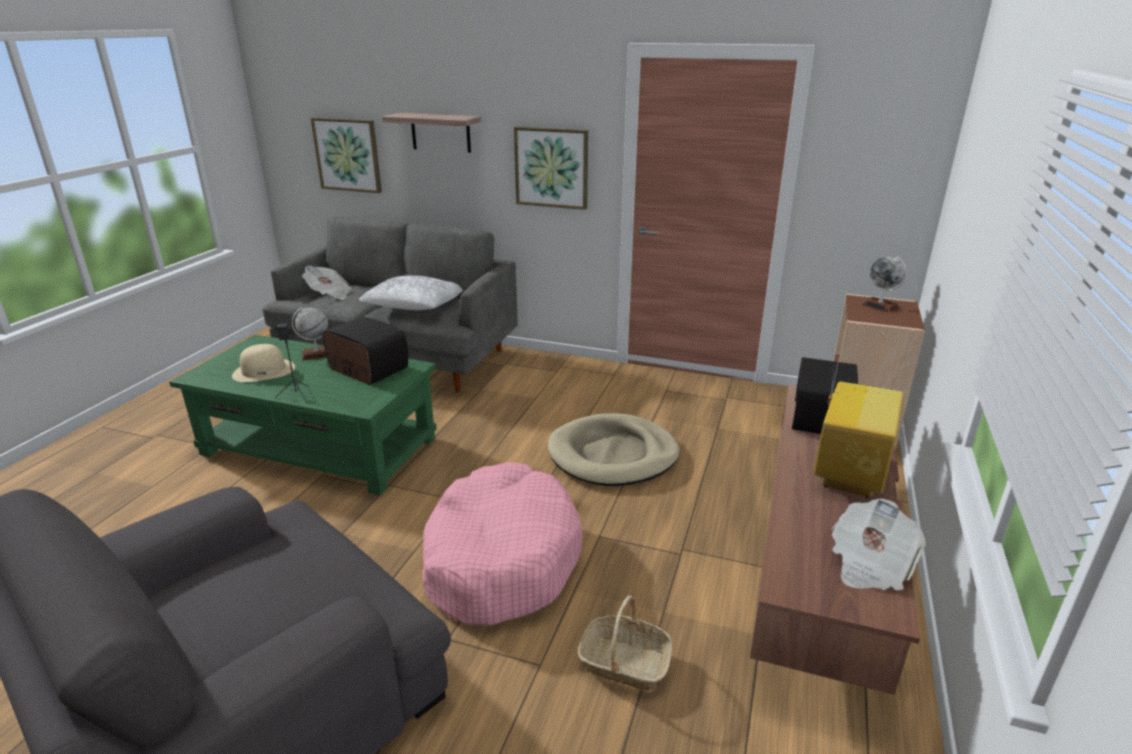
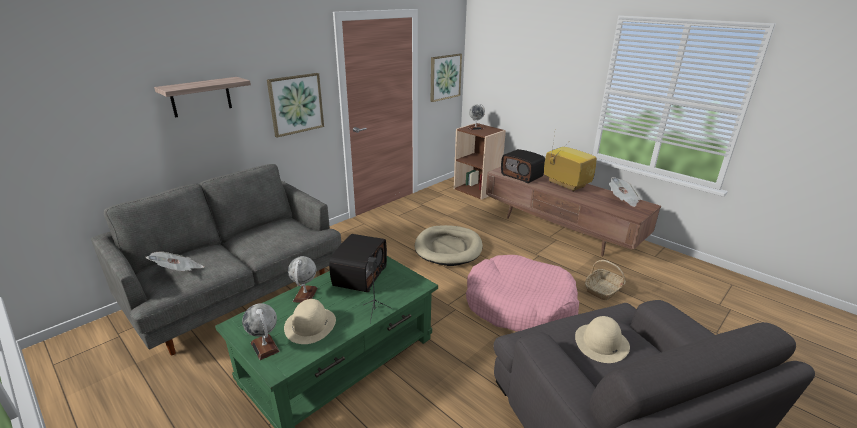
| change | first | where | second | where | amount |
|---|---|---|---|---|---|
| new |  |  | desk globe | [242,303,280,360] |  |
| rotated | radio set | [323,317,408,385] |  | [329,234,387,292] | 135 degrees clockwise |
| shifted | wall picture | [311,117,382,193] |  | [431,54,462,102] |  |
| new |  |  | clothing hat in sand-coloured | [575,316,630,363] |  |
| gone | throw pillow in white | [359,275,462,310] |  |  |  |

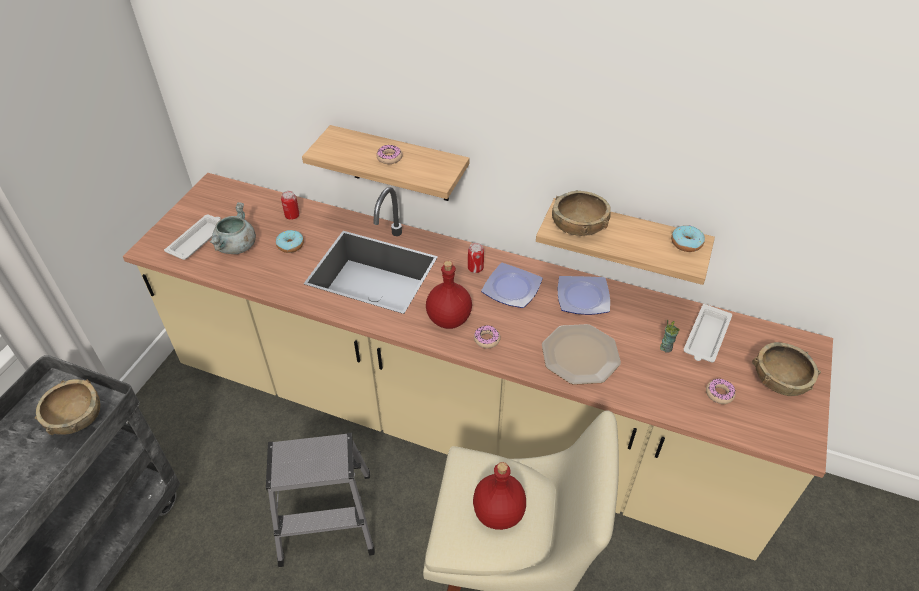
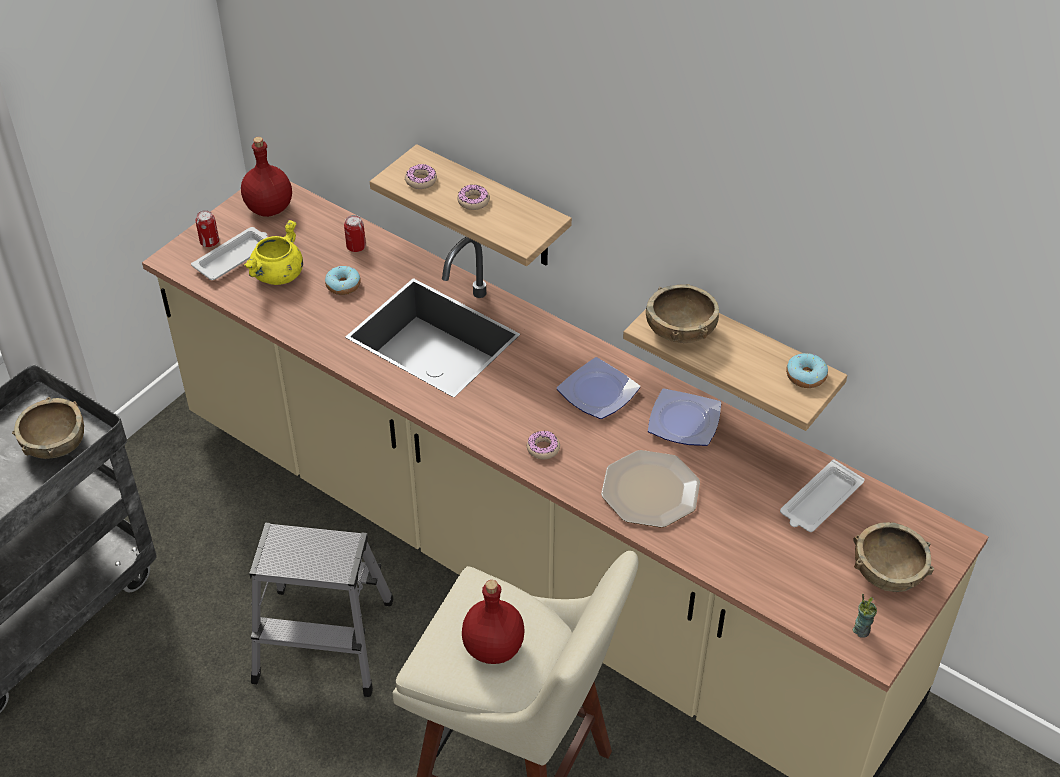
| change | first | where | second | where | amount |
|---|---|---|---|---|---|
| shifted | metal can | [468,243,484,273] |  | [195,210,219,247] |  |
| shifted | beverage bottle in red | [426,261,472,329] |  | [241,137,292,217] |  |
| repainted | stockpot in greyish | [210,202,256,254] | stockpot in yellow | [244,220,303,285] |  |
| shifted | ring doughnut | [706,379,736,404] |  | [405,164,437,189] |  |
| shifted | small cup | [660,320,680,353] |  | [853,594,877,638] |  |

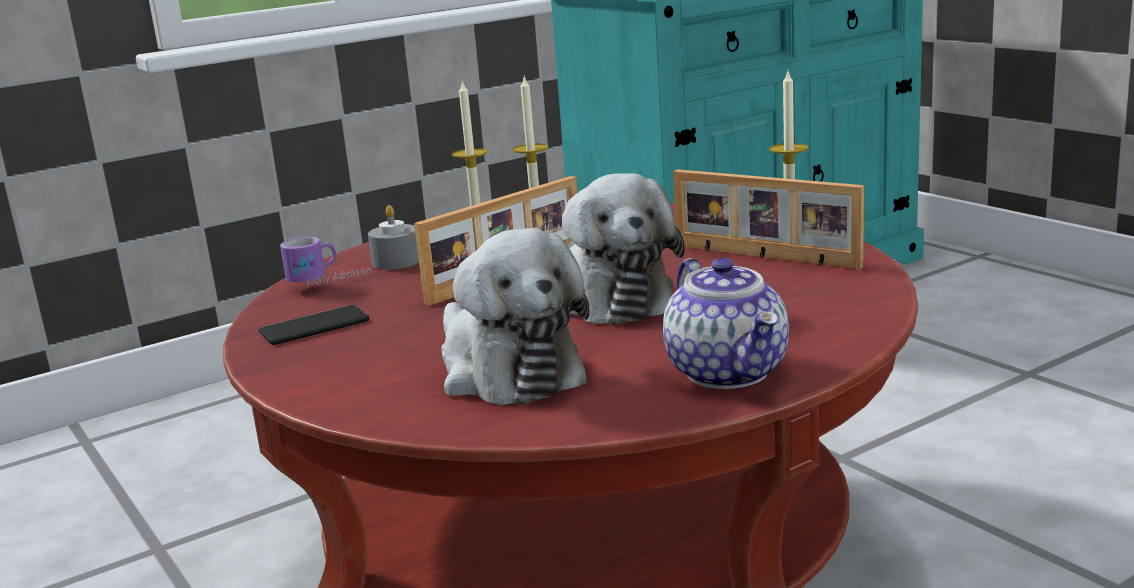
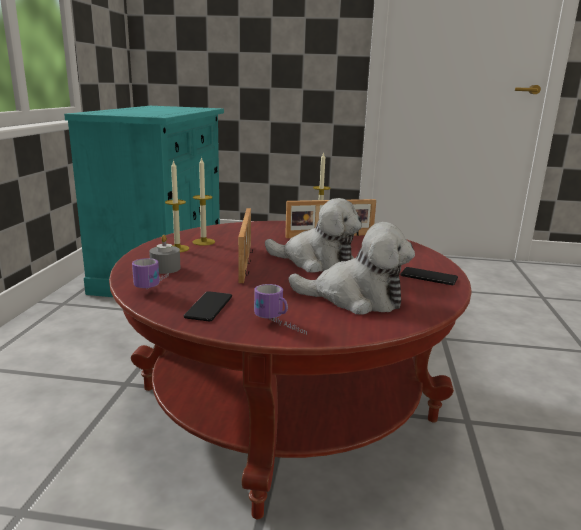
| change | first | where | second | where | amount |
|---|---|---|---|---|---|
| new |  |  | coffee mug | [254,284,307,335] |  |
| swapped | pot for tea | [663,257,789,389] | telephone | [400,267,458,285] |  |

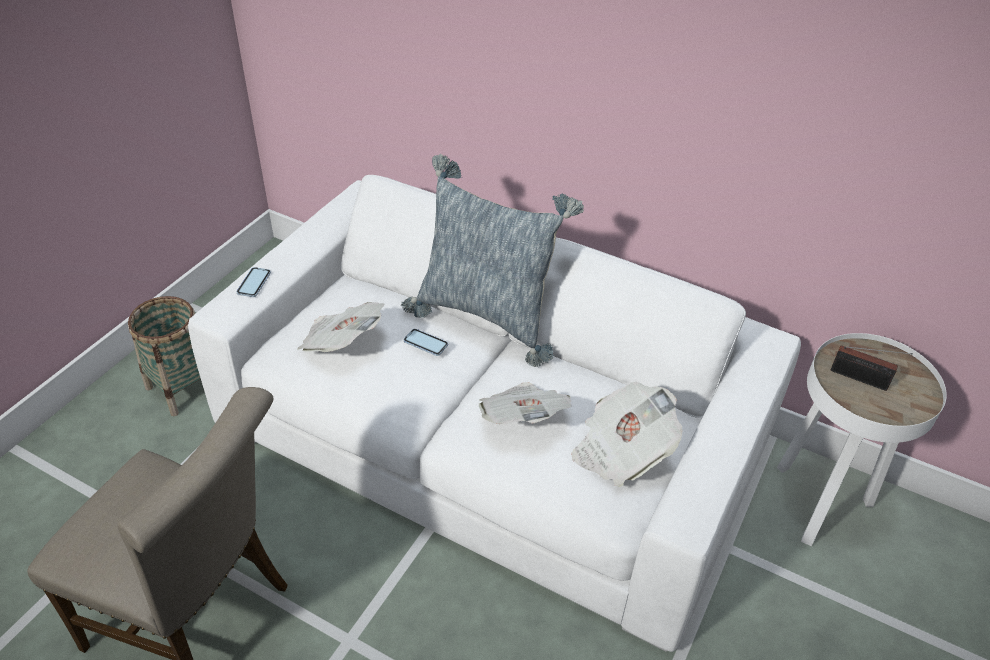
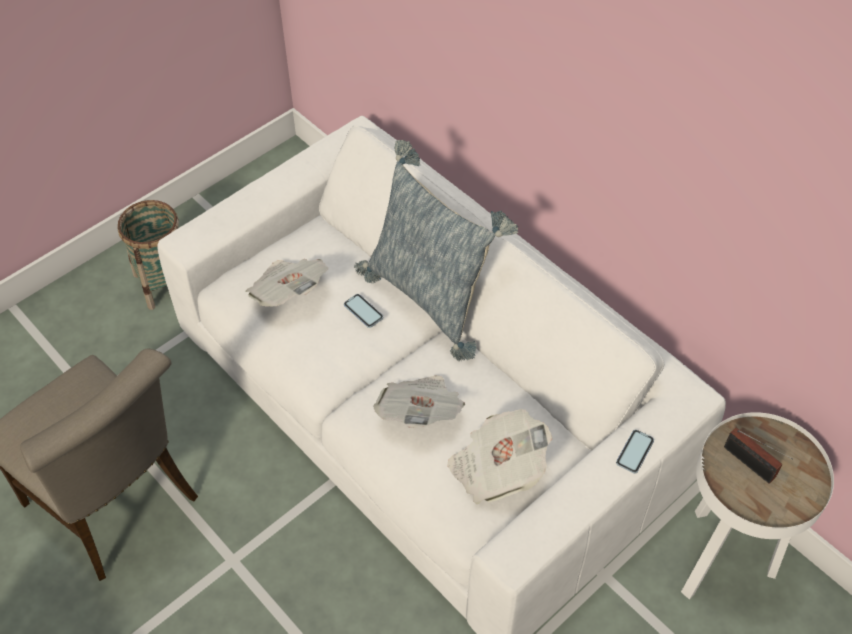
| change | first | where | second | where | amount |
|---|---|---|---|---|---|
| shifted | telephone | [236,267,271,297] |  | [616,430,654,474] |  |

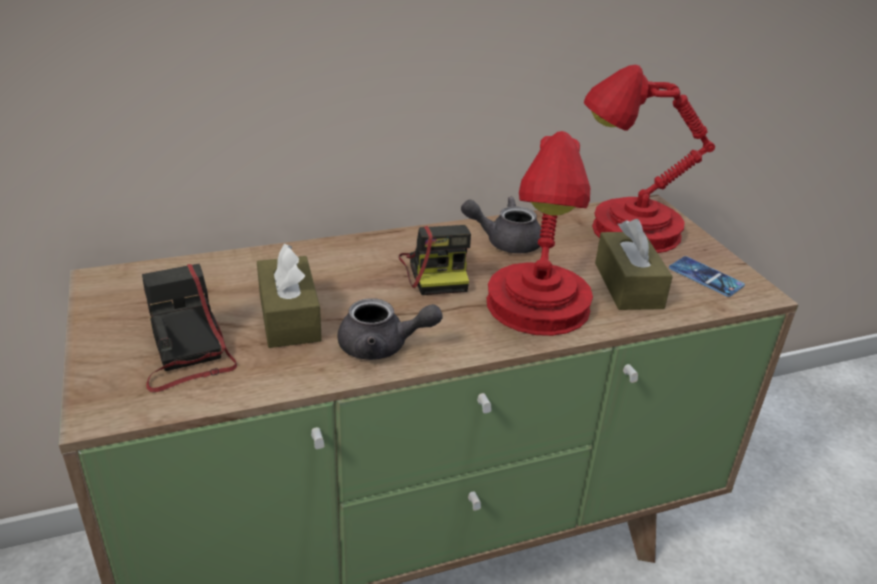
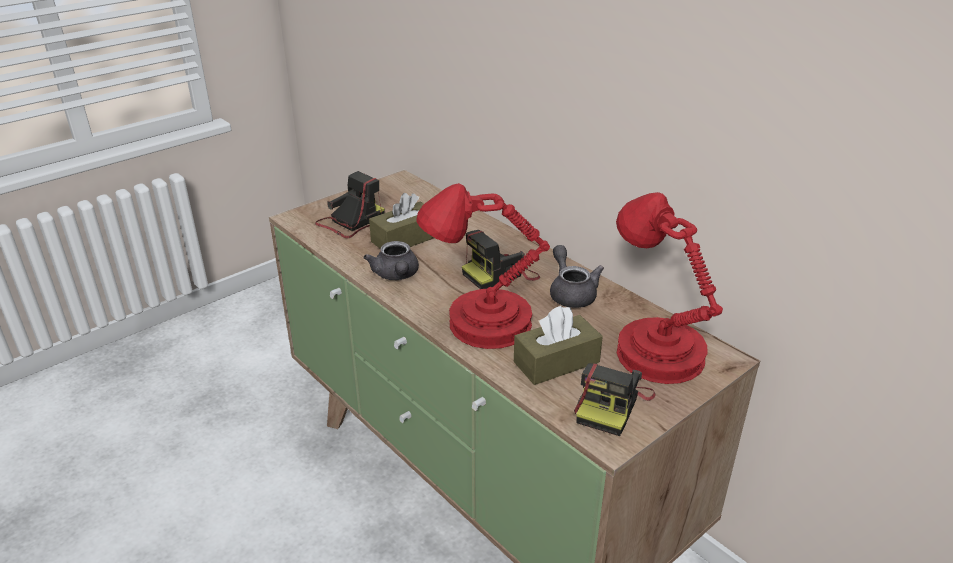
| change | first | where | second | where | amount |
|---|---|---|---|---|---|
| swapped | telephone | [669,256,745,297] | still camera | [574,363,655,436] |  |

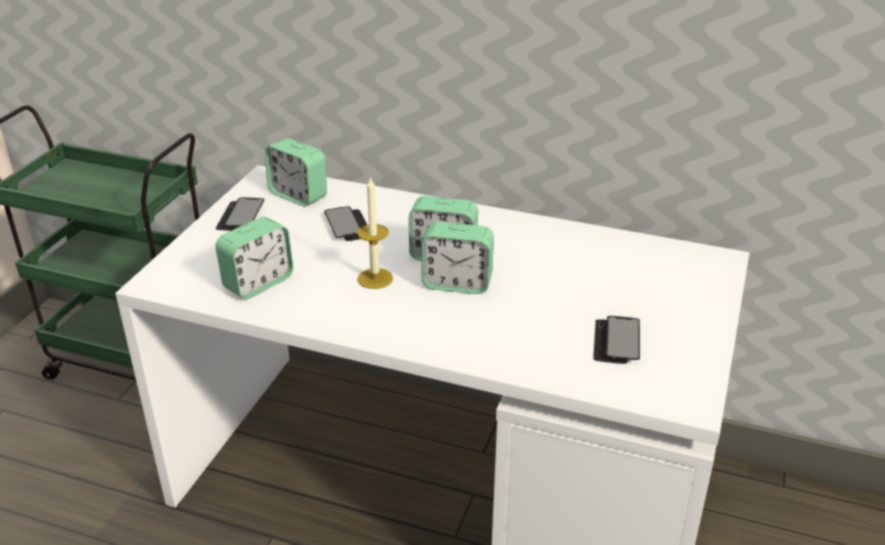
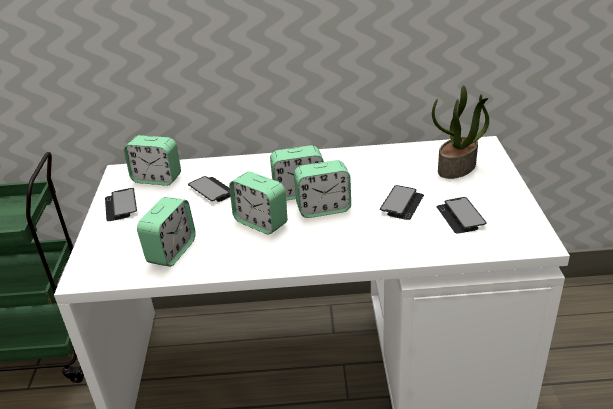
| change | first | where | second | where | amount |
|---|---|---|---|---|---|
| swapped | wax candle | [357,176,393,289] | alarm clock | [229,171,287,235] |  |
| new |  |  | telephone | [380,185,424,220] |  |
| new |  |  | potted plant | [432,85,489,179] |  |

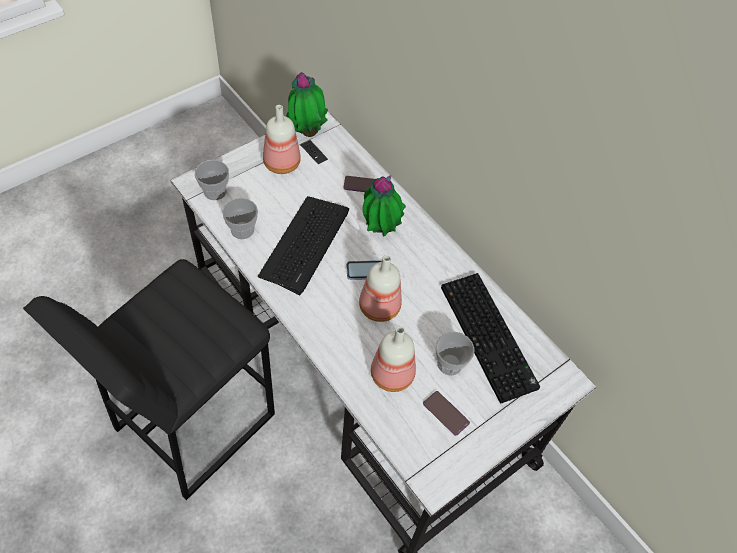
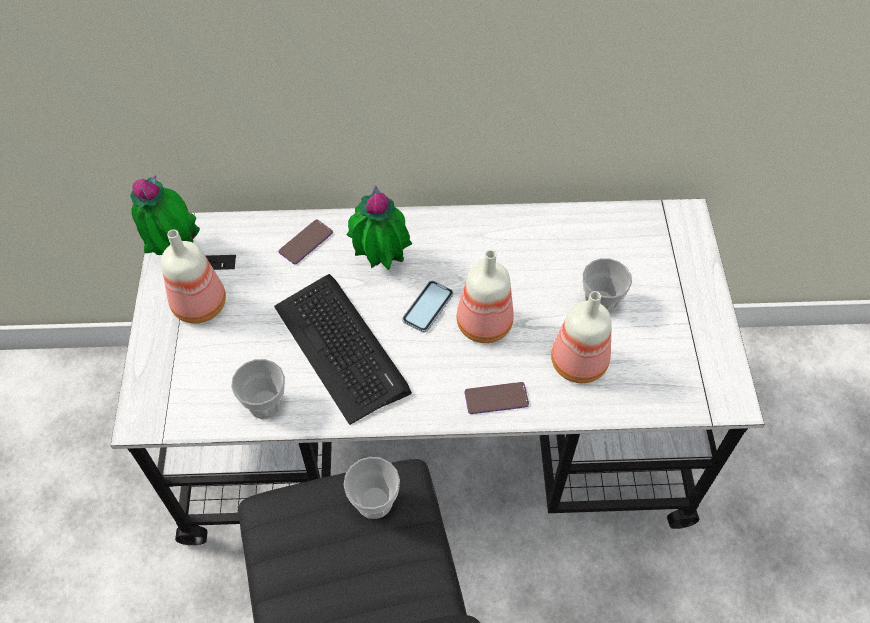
| change | first | where | second | where | amount |
|---|---|---|---|---|---|
| shifted | small cup | [195,160,229,200] |  | [344,457,400,519] |  |
| shifted | telephone | [423,391,470,436] |  | [465,382,529,414] |  |
| gone | computer keyboard | [441,273,540,404] |  |  |  |

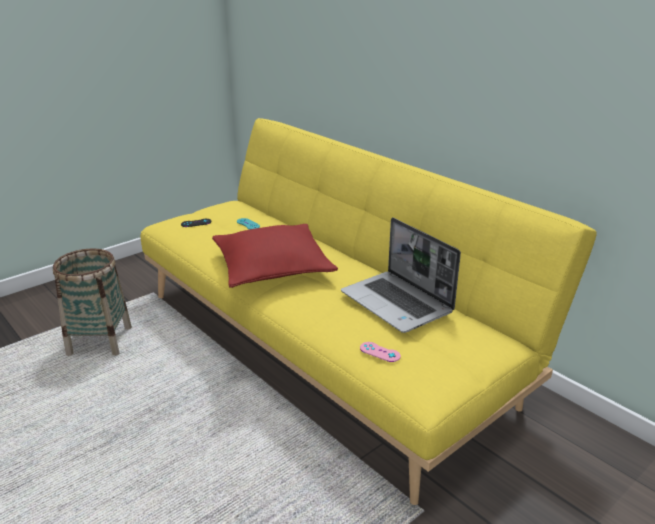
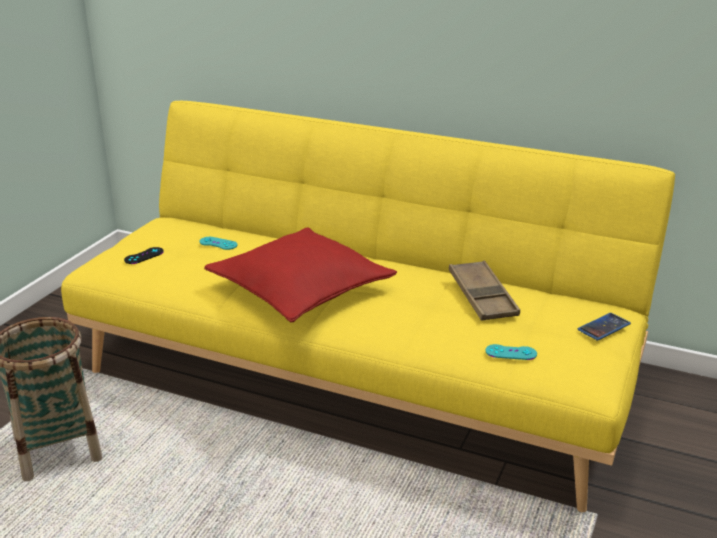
| change | first | where | second | where | amount |
|---|---|---|---|---|---|
| swapped | laptop | [341,217,461,333] | carrying tray in brown | [449,260,520,321] |  |
| repainted | gamepad in pink | [360,342,401,362] | gamepad in blue-green | [485,344,537,360] |  |
| new |  |  | telephone | [578,313,631,341] |  |

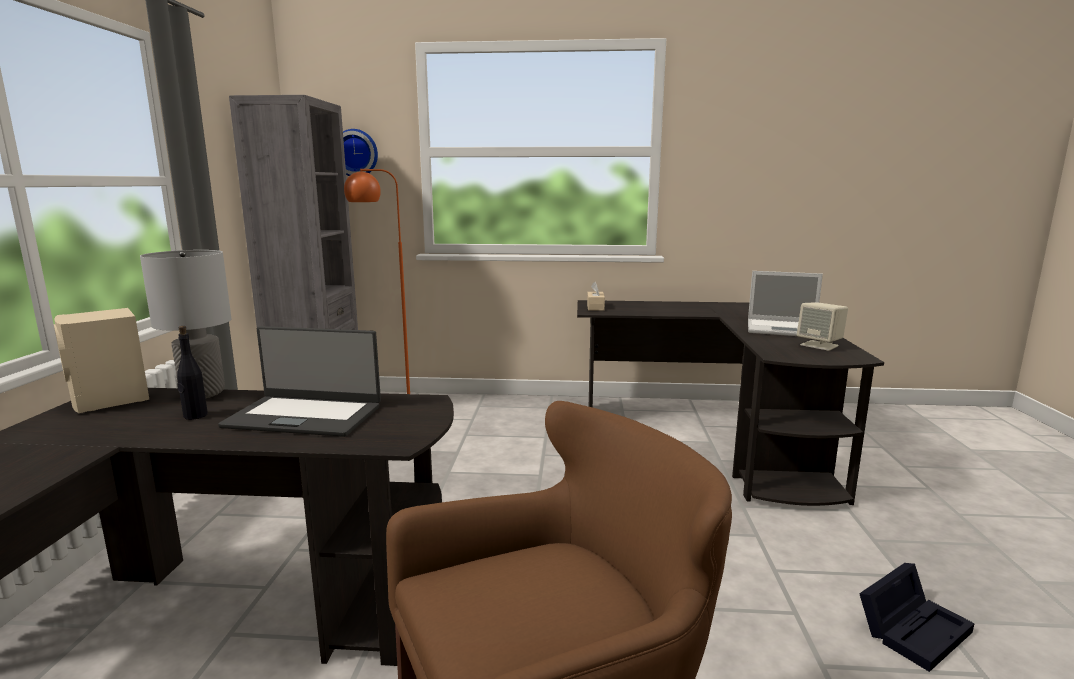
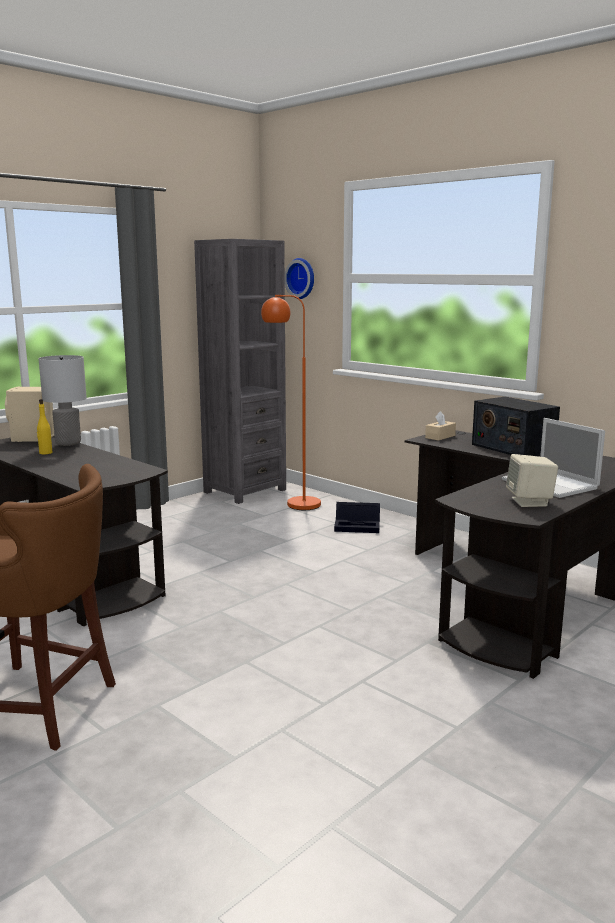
| change | first | where | second | where | amount |
|---|---|---|---|---|---|
| repainted | beverage bottle in black | [177,326,208,420] | beverage bottle in yellow | [37,399,52,454] |  |
| shifted | storage container in black | [859,563,974,672] |  | [334,502,380,533] |  |
| new |  |  | radio set | [472,397,560,456] |  |
| gone | laptop | [218,326,381,437] |  |  |  |

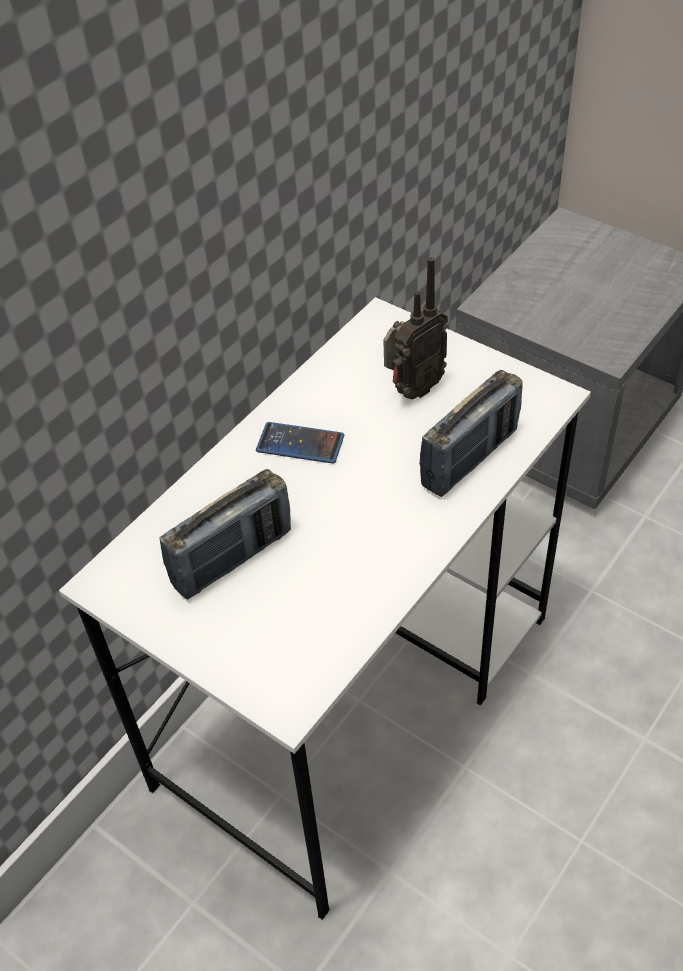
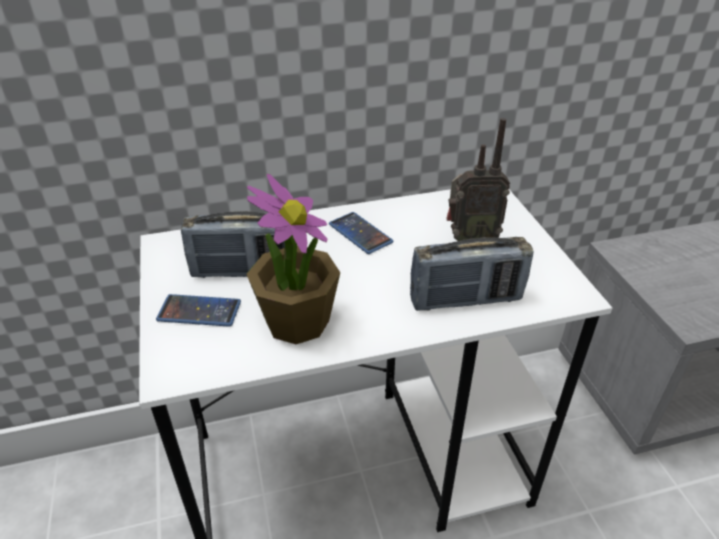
| change | first | where | second | where | amount |
|---|---|---|---|---|---|
| new |  |  | telephone | [156,294,241,327] |  |
| new |  |  | potted plant | [246,174,340,344] |  |

